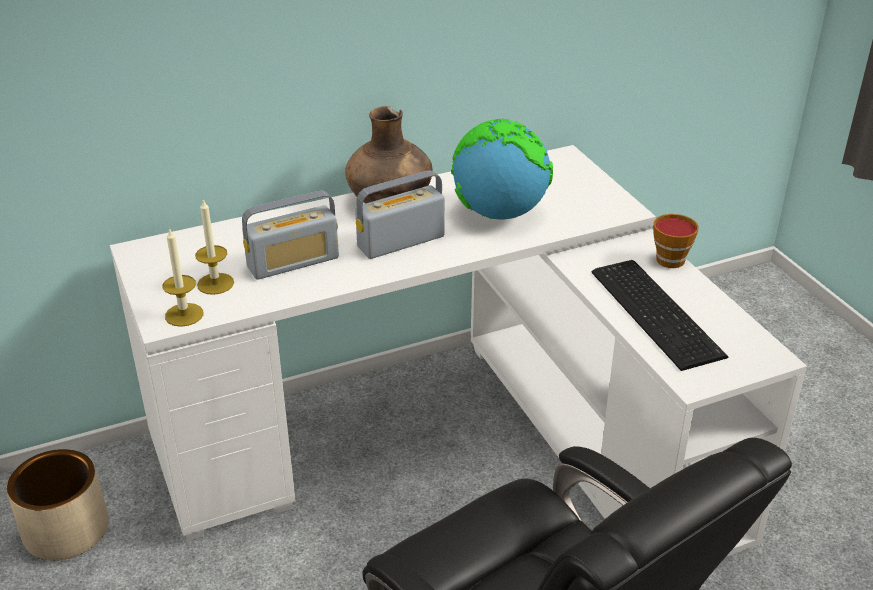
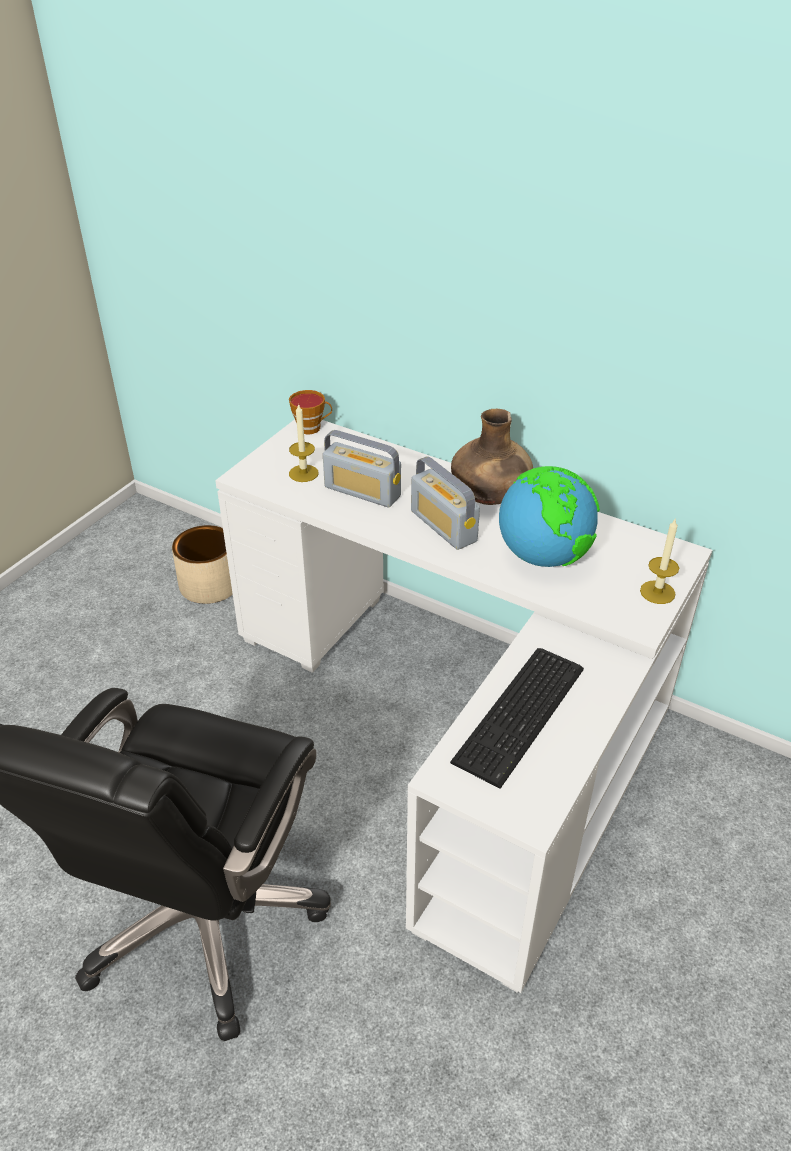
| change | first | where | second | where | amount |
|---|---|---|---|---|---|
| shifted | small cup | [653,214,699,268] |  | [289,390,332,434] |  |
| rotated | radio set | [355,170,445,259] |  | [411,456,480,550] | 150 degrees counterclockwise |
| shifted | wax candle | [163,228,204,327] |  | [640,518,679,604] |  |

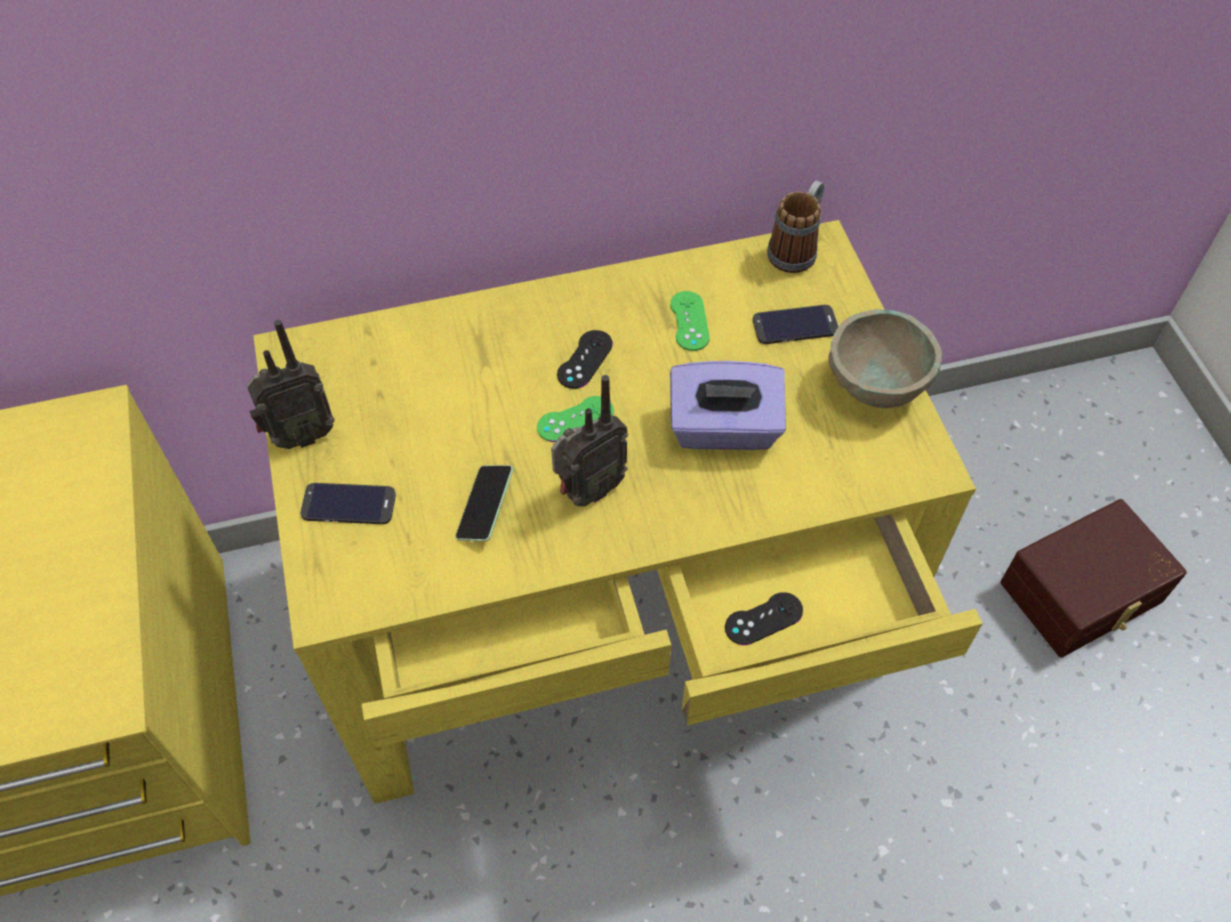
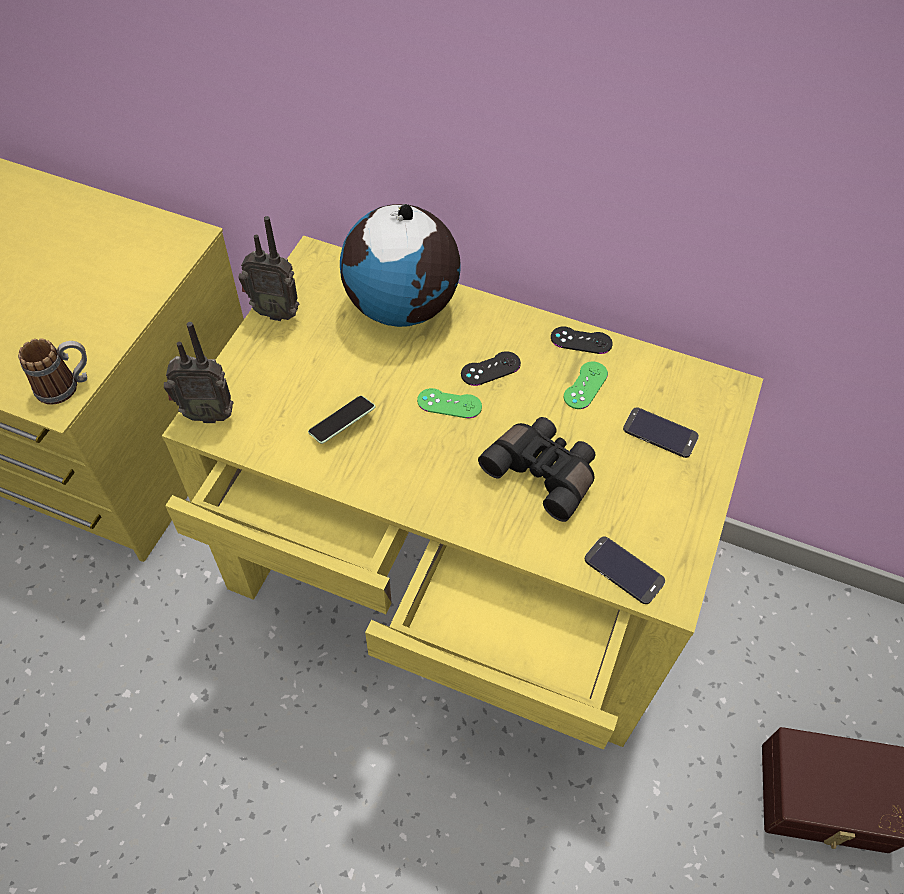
| change | first | where | second | where | amount |
|---|---|---|---|---|---|
| shifted | coffee mug | [767,180,824,273] |  | [18,338,87,405] |  |
| shifted | radio set | [551,375,628,506] |  | [164,322,233,423] |  |
| new |  |  | desk globe | [340,204,461,327] |  |
| swapped | tissue box in purple-coloured | [670,361,786,450] | binoculars in black | [478,417,596,522] |  |
| shifted | gamepad in black | [725,592,803,645] |  | [551,327,613,354] |  |
| shifted | telephone | [300,483,396,524] |  | [585,536,665,604] |  |
| gone | serving bowl in sand-coloured | [828,309,942,408] |  |  |  |

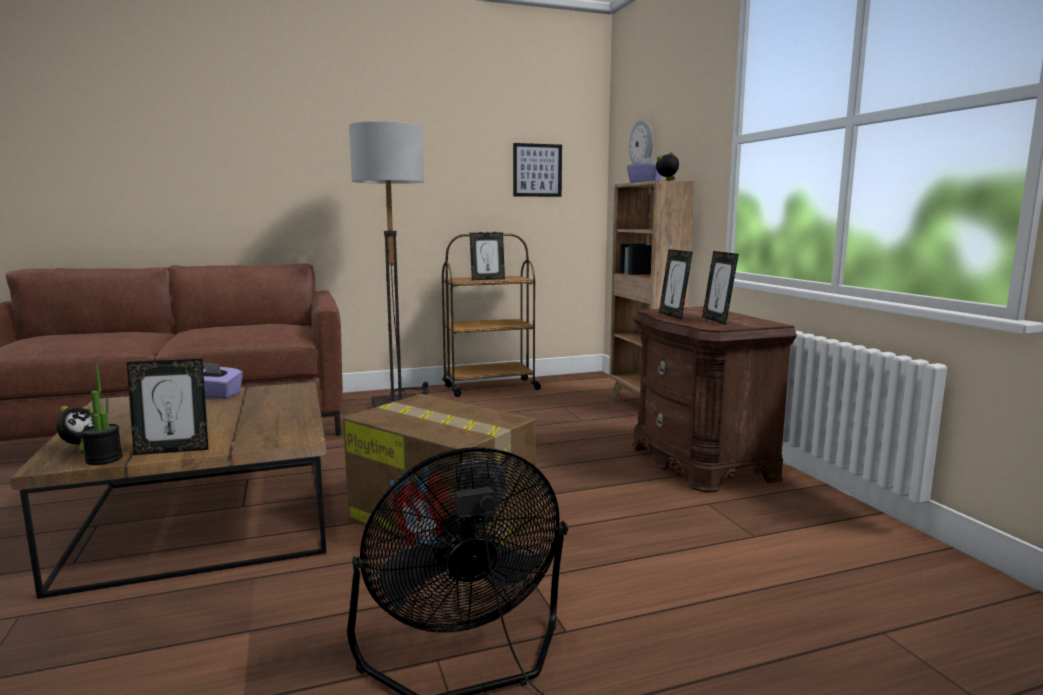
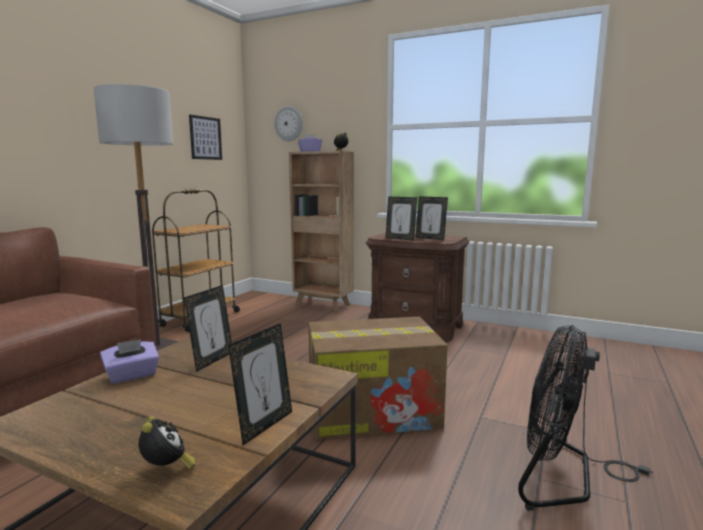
| change | first | where | second | where | amount |
|---|---|---|---|---|---|
| shifted | standing frame | [470,233,505,280] |  | [184,285,232,372] |  |
| gone | potted plant | [81,365,123,465] |  |  |  |

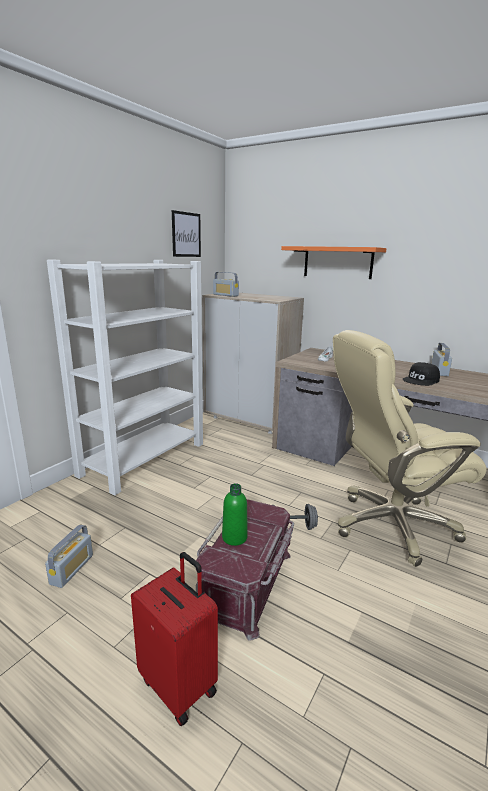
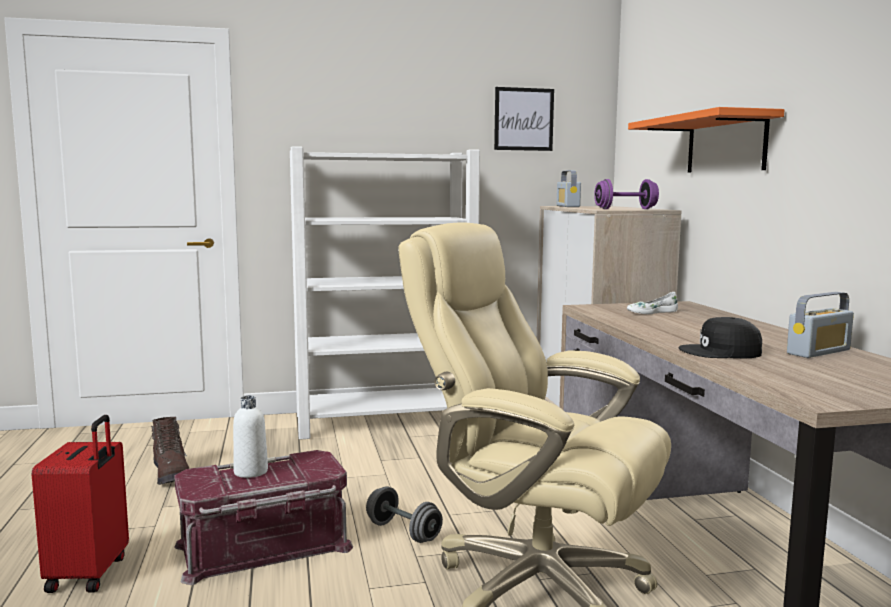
| change | first | where | second | where | amount |
|---|---|---|---|---|---|
| swapped | radio set | [45,525,93,588] | boot in brown | [151,417,189,485] |  |
| repainted | beverage bottle in green | [222,483,248,546] | beverage bottle in white | [233,396,268,478] |  |
| new |  |  | hand weight in purple-coloured | [594,179,659,209] |  |

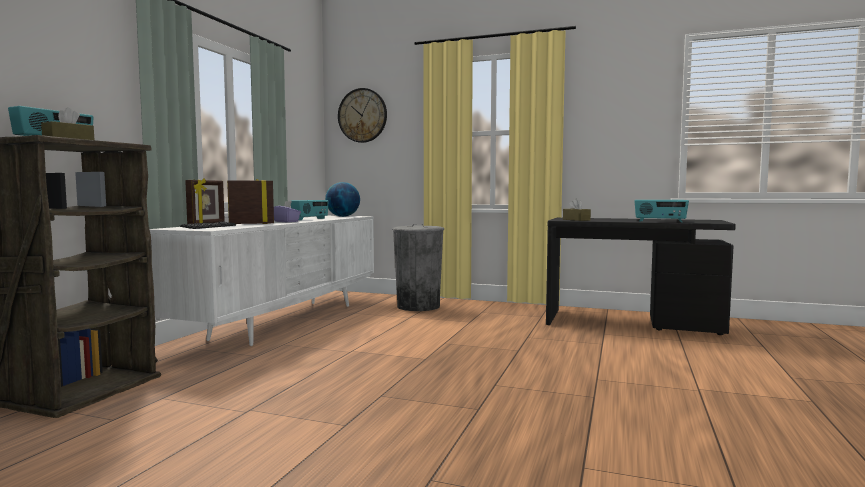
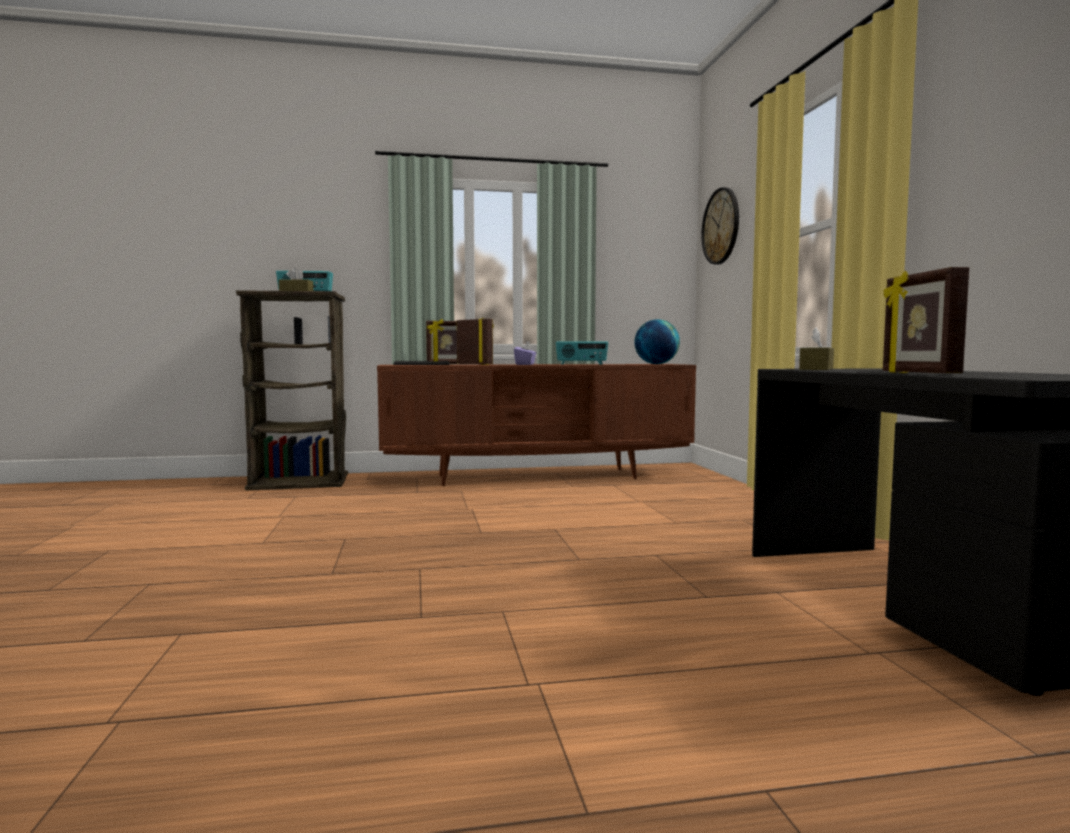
| change | first | where | second | where | amount |
|---|---|---|---|---|---|
| repainted | storage cabinet in white | [150,216,374,346] | storage cabinet in brown | [377,364,696,486] |  |
| swapped | radio set | [634,200,689,222] | standing frame | [883,267,969,373] |  |
| gone | trash can in greyish | [392,224,444,311] |  |  |  |

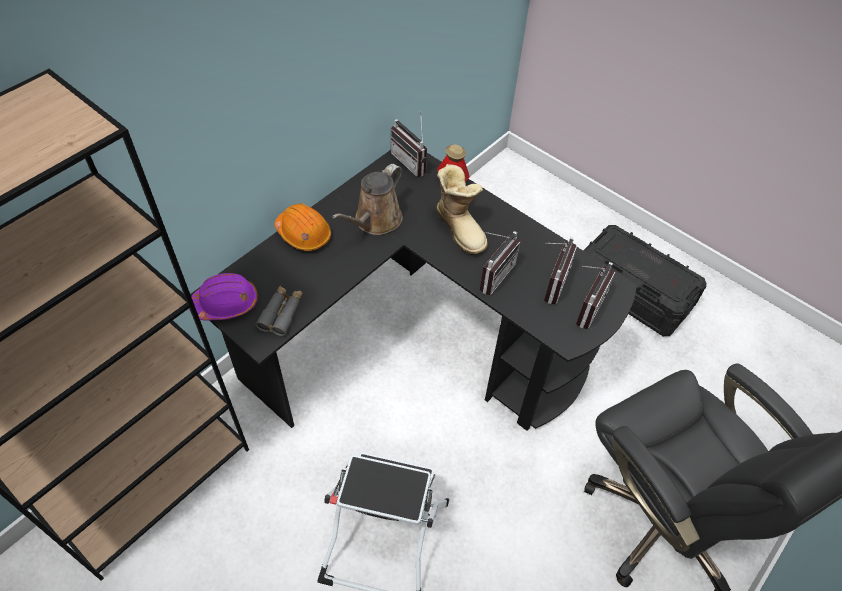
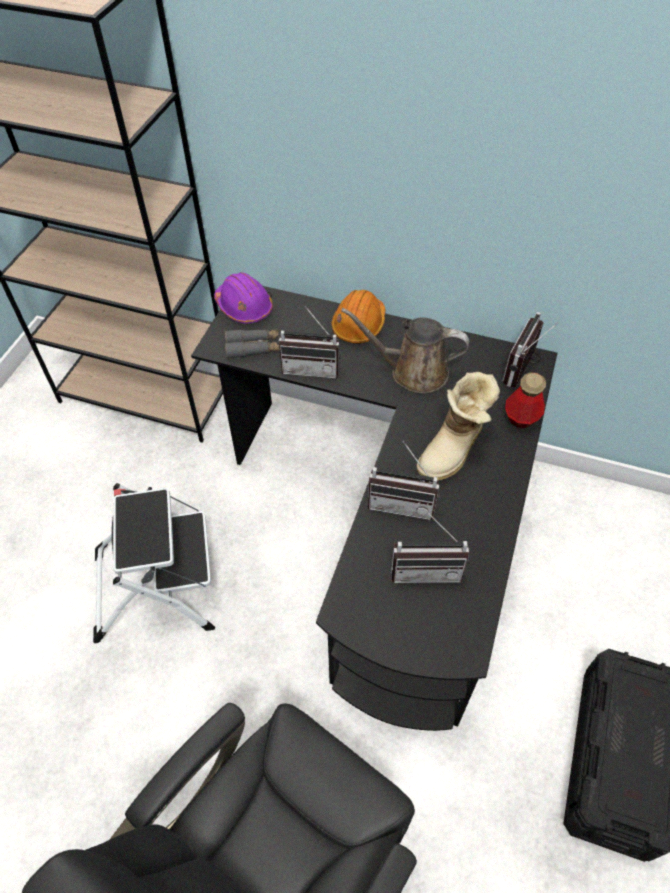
| change | first | where | second | where | amount |
|---|---|---|---|---|---|
| shifted | radio set | [576,262,615,329] |  | [279,306,341,378] |  |

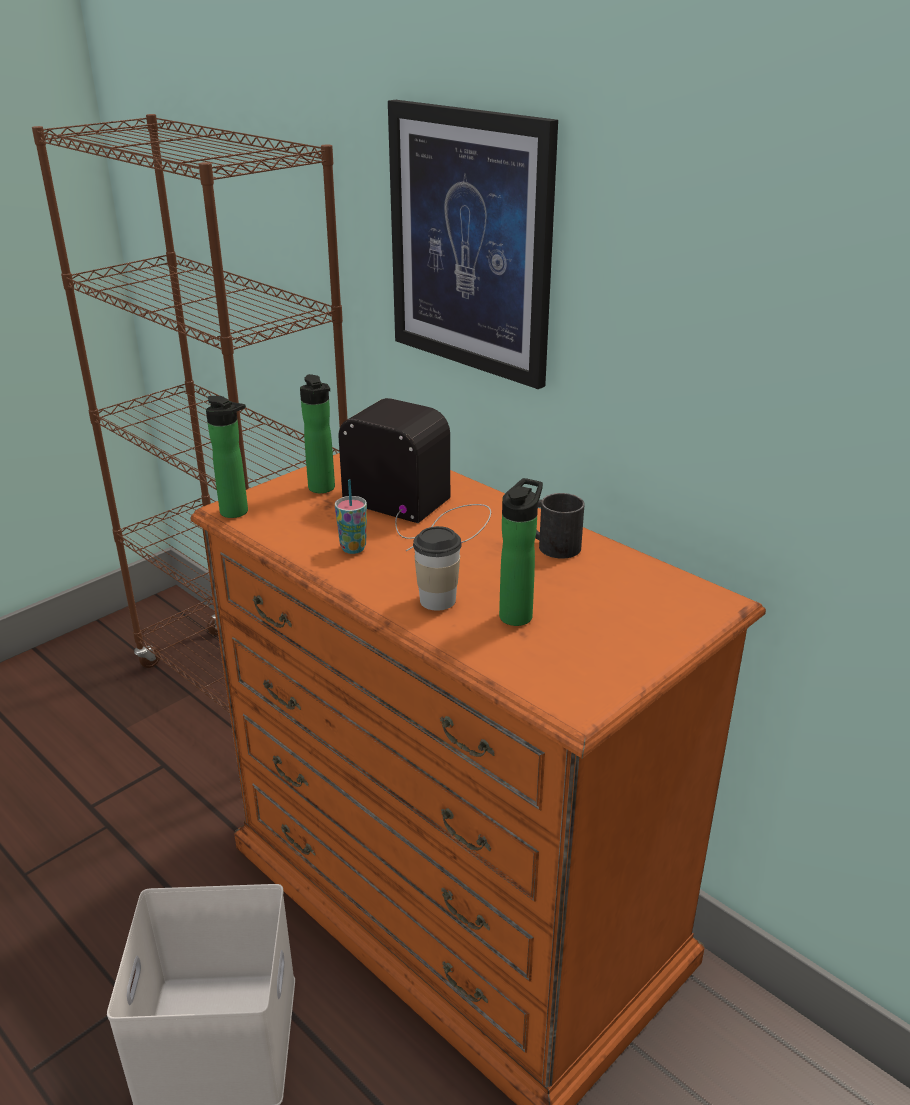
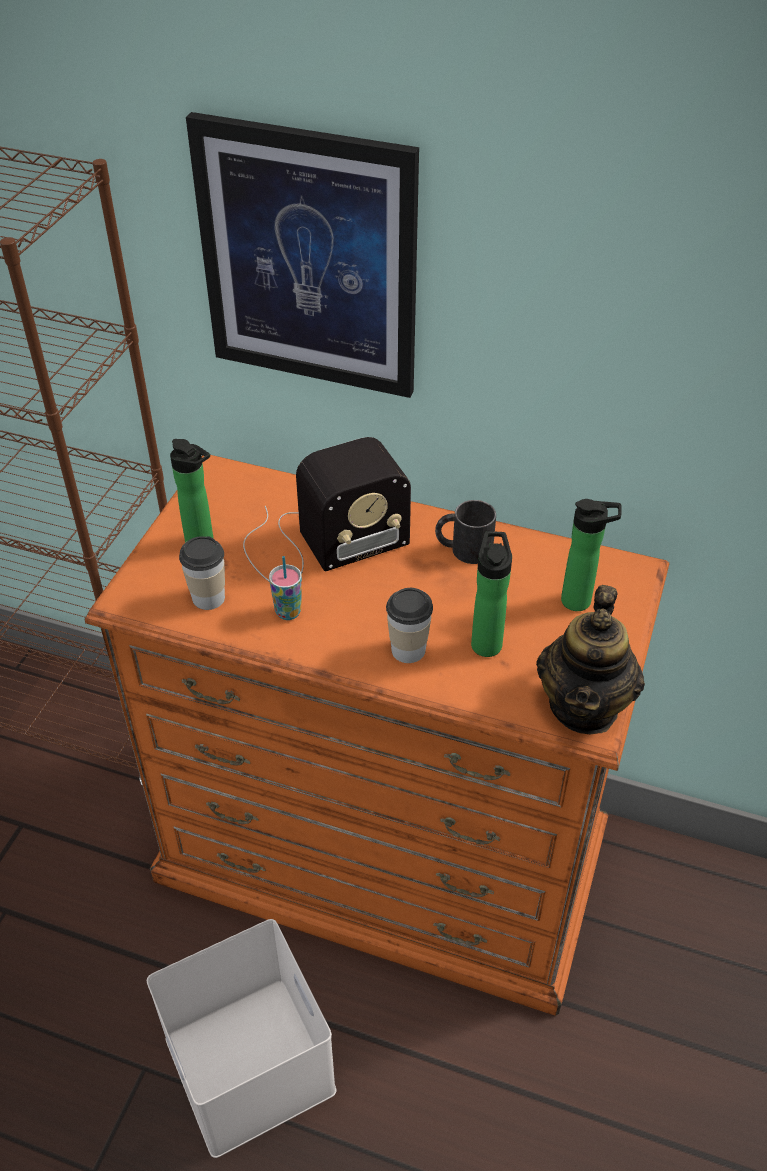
| change | first | where | second | where | amount |
|---|---|---|---|---|---|
| new |  |  | small cup | [179,536,225,610] |  |
| rotated | radio set | [338,398,491,551] |  | [243,437,411,581] | 150 degrees clockwise |
| new |  |  | pot for tea | [536,585,645,734] |  |
| shifted | beverage bottle | [206,396,248,518] |  | [561,499,621,611] |  |

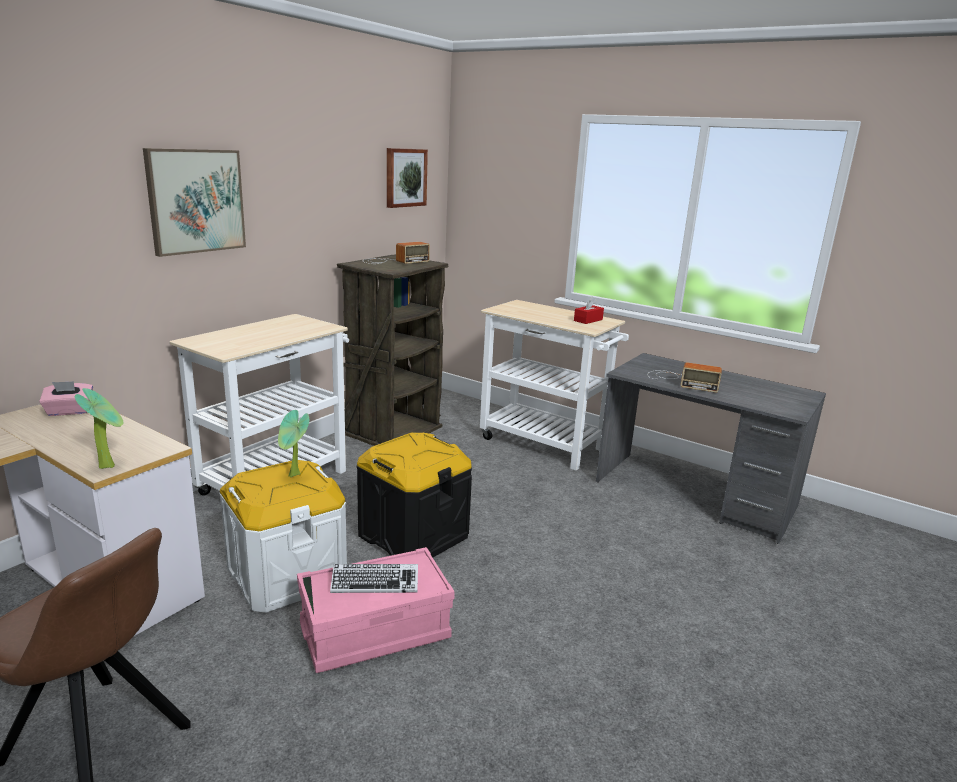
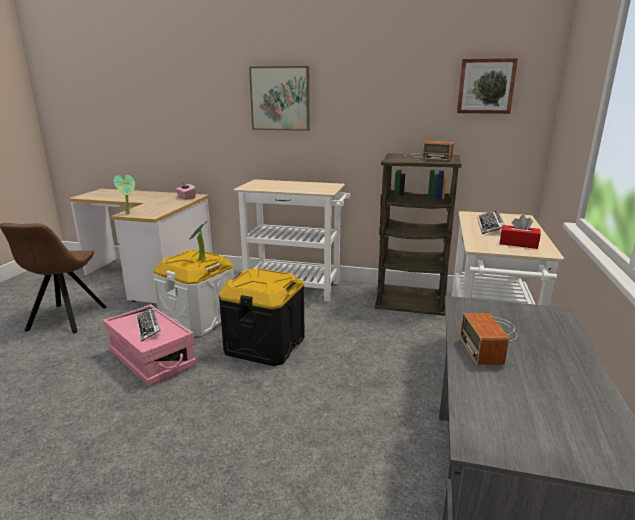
| change | first | where | second | where | amount |
|---|---|---|---|---|---|
| new |  |  | computer keyboard | [477,210,505,234] |  |

